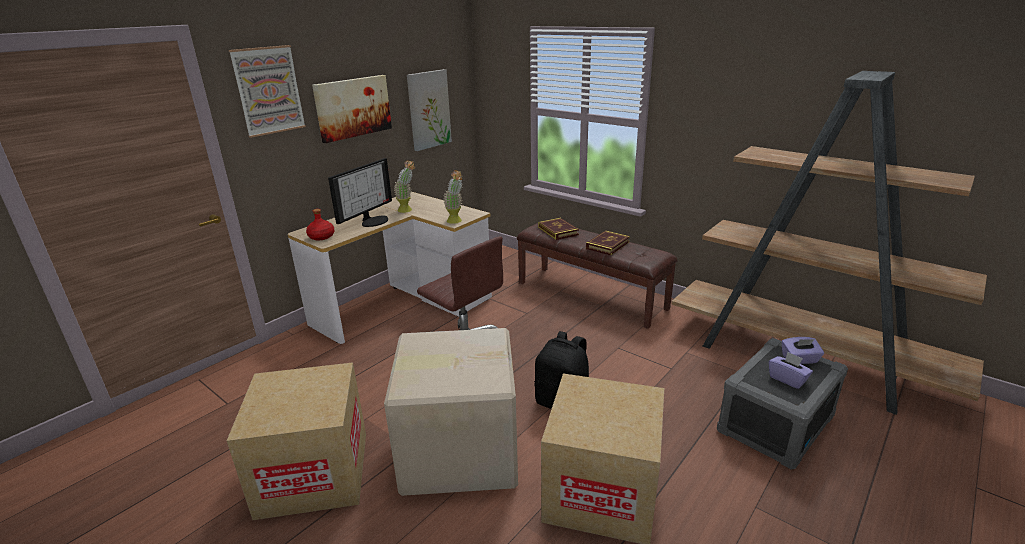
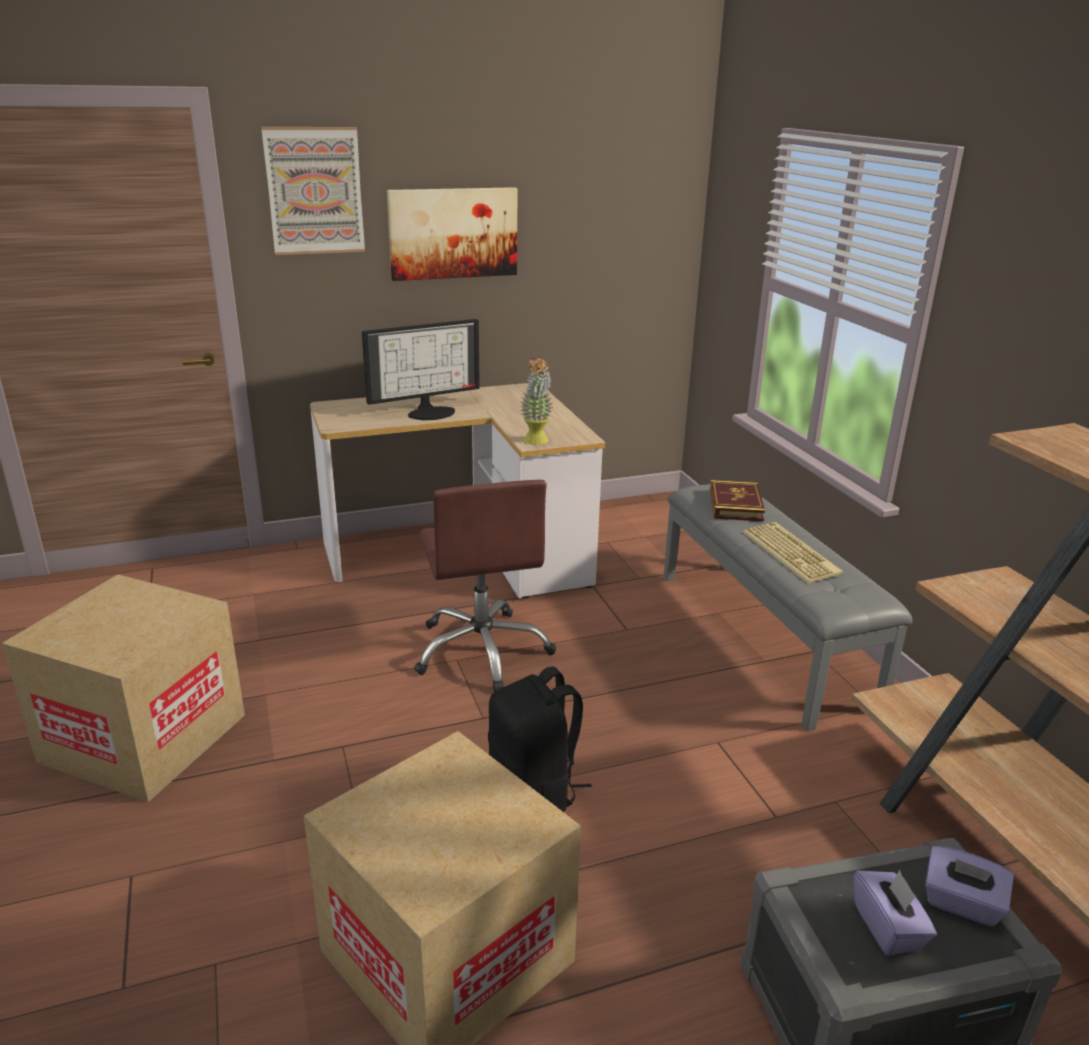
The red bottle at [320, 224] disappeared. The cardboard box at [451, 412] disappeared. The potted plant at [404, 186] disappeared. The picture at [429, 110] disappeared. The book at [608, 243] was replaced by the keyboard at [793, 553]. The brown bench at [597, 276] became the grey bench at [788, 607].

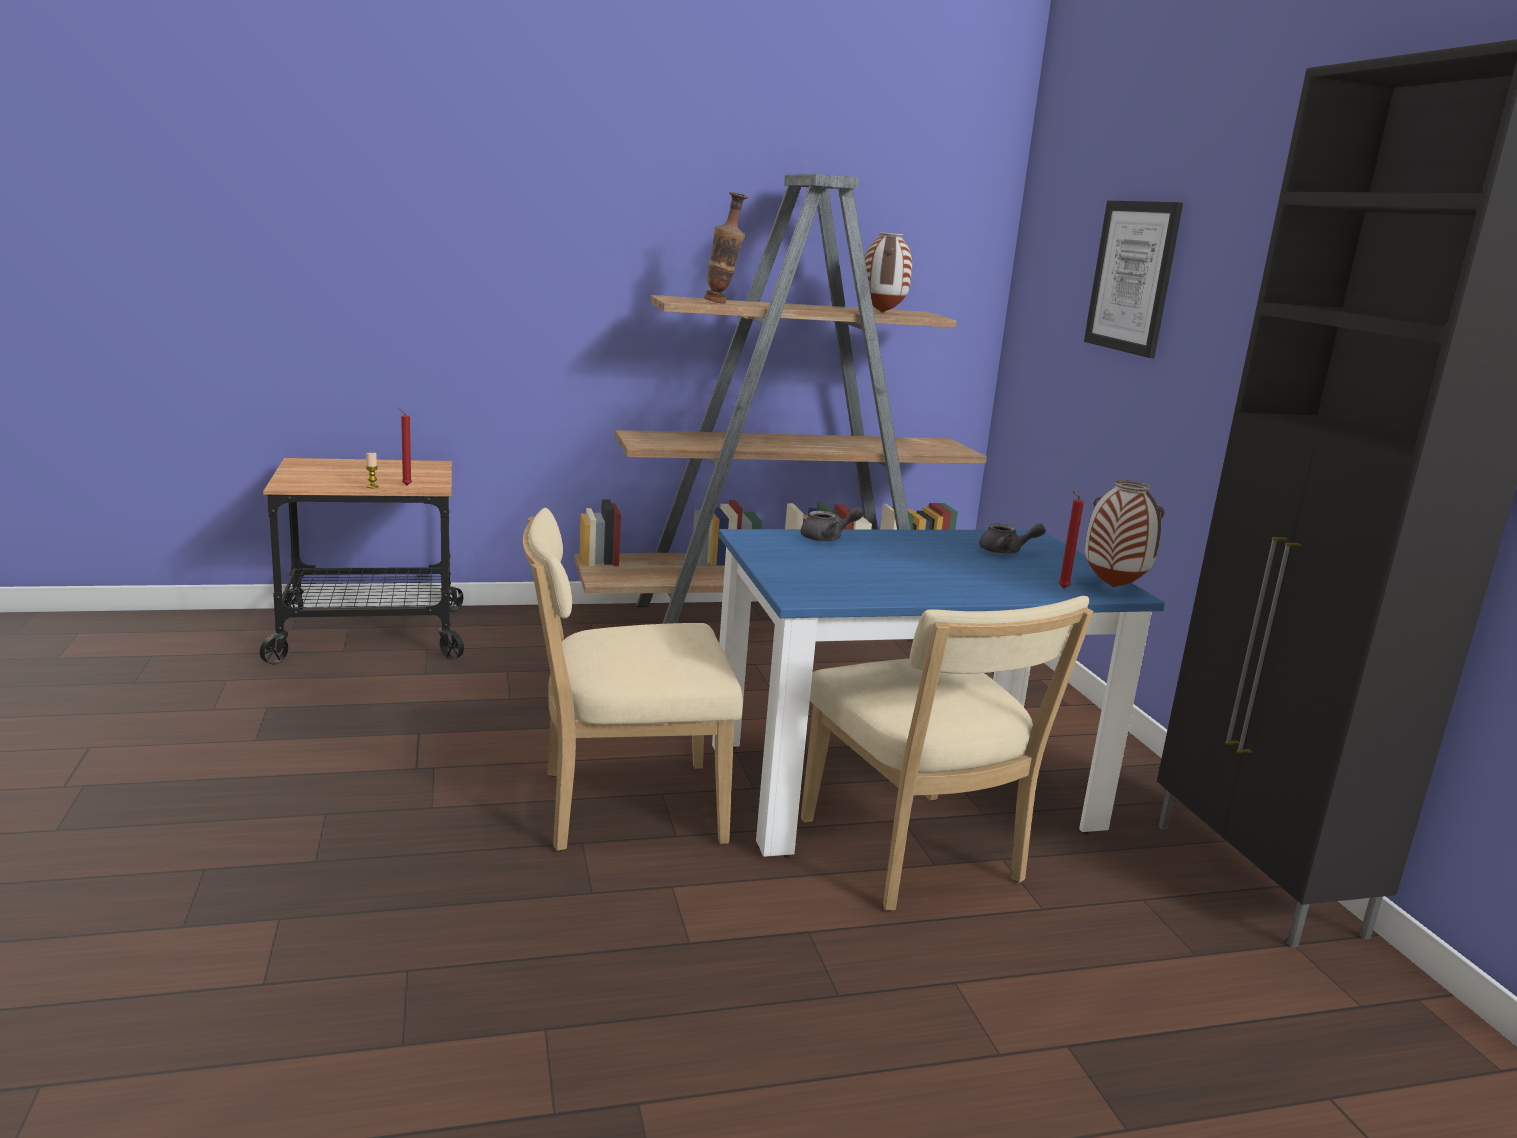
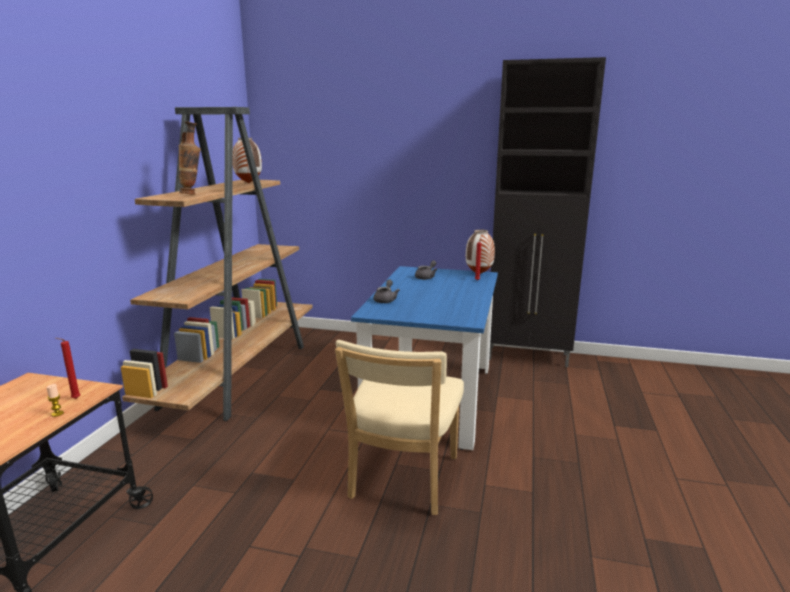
The beige chair at [947, 753] disappeared. The picture at [1133, 279] disappeared.

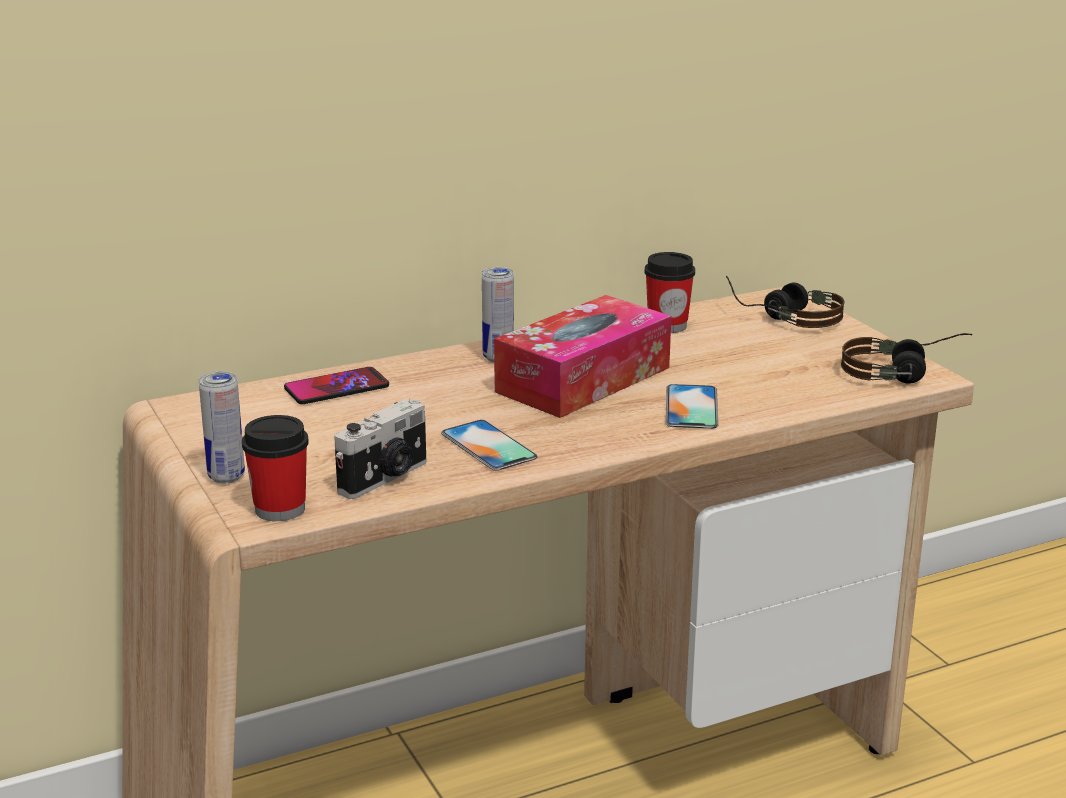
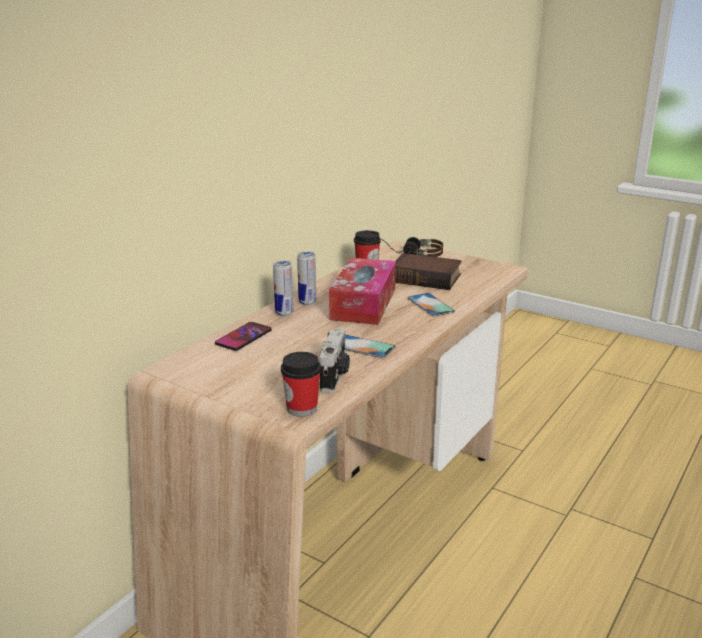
The headphones at [906, 358] disappeared. The book at [428, 271] appeared. The can moved from [222, 427] to [283, 288].

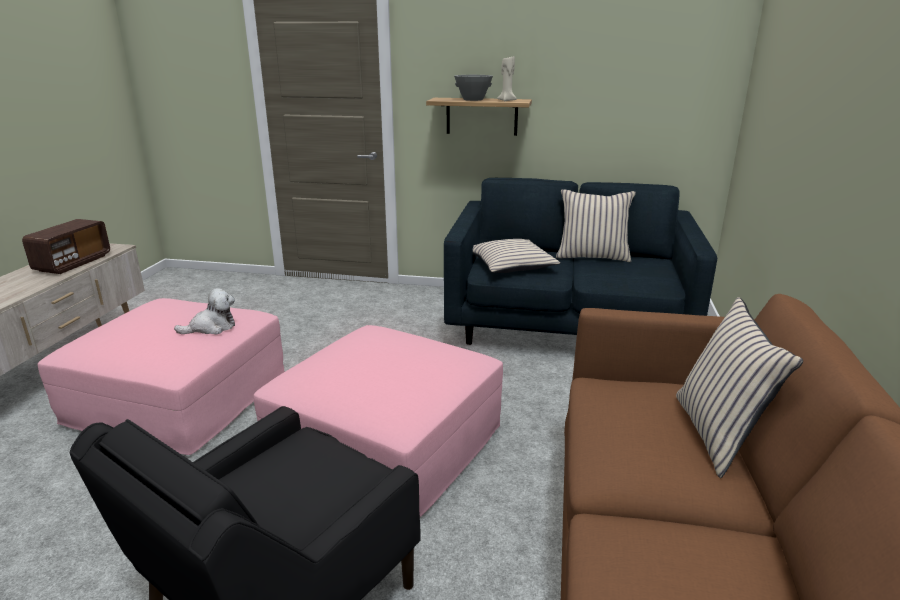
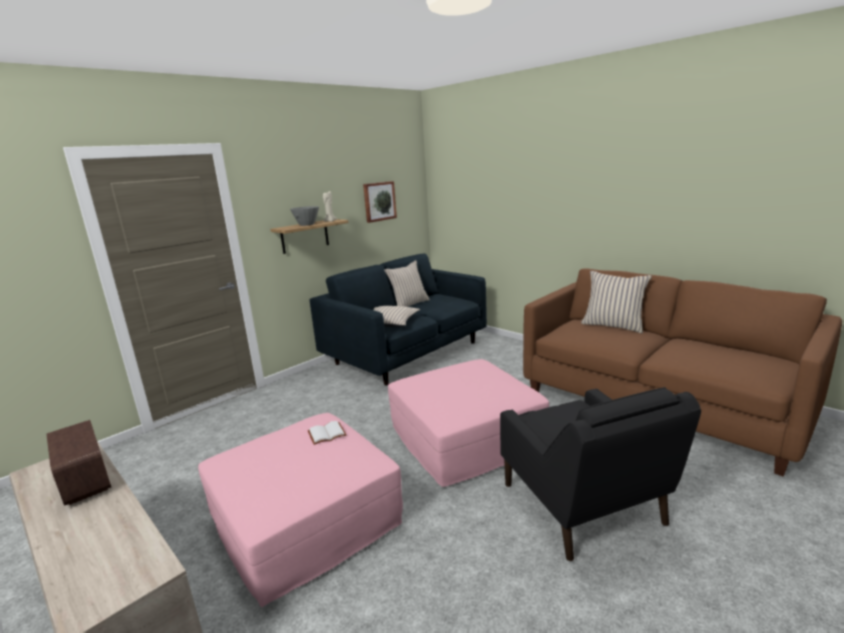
The picture at [380, 202] appeared. The plush toy at [204, 311] was replaced by the white book at [327, 433].

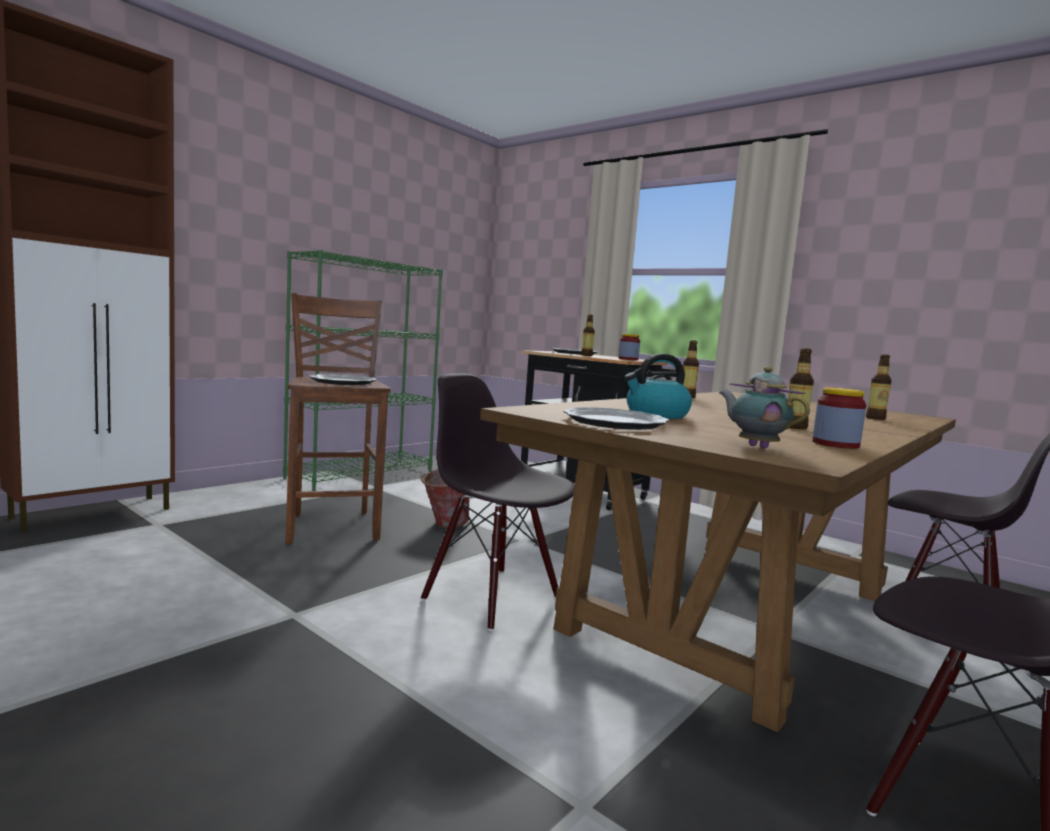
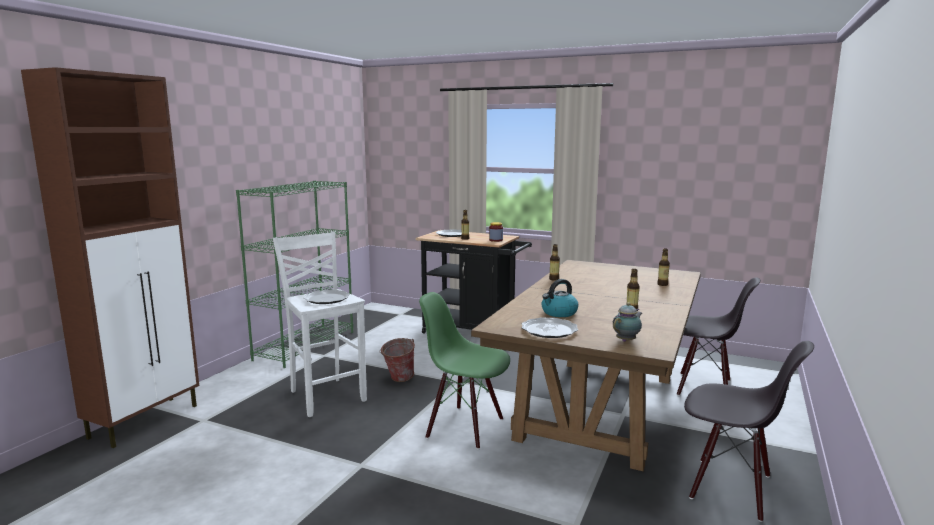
The jar at [839, 418] disappeared. The brown stool at [338, 419] became the white stool at [320, 324]. The black chair at [497, 502] became the green chair at [464, 370]. The teapot at [764, 407] turned 105 degrees clockwise.

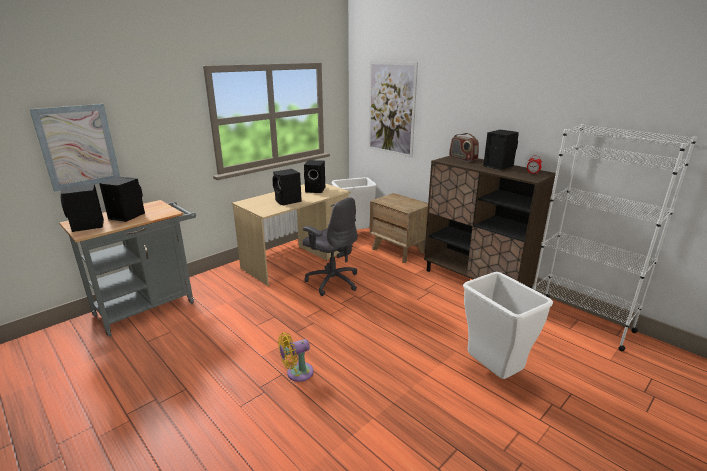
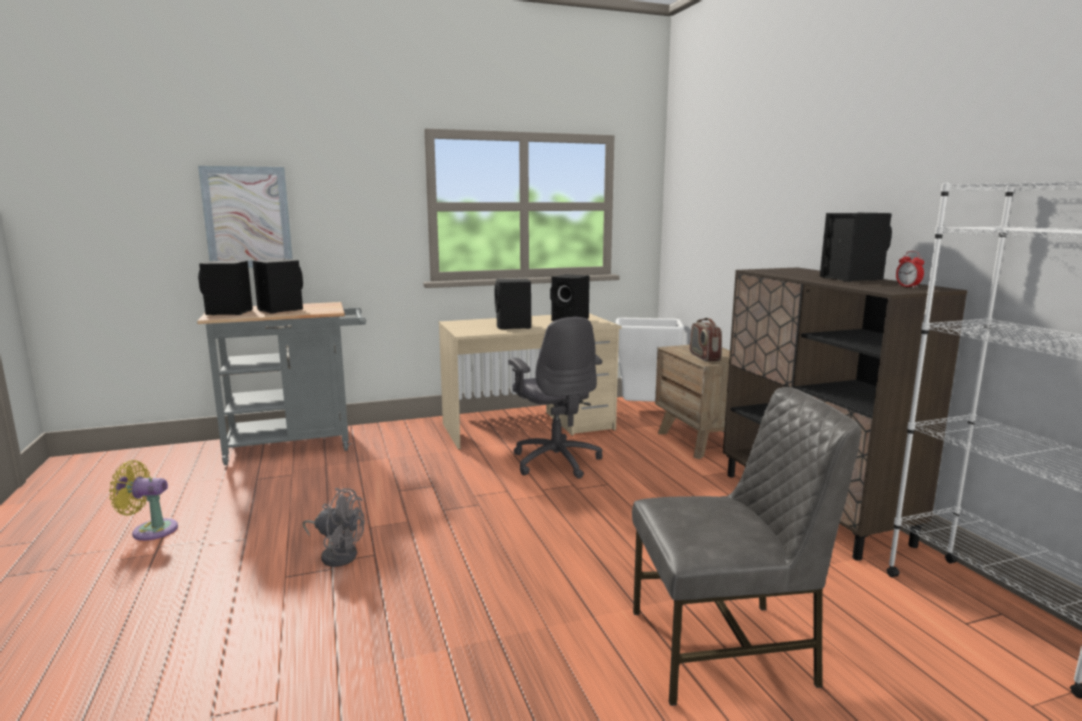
The picture at [393, 109] disappeared. The grey fan at [333, 527] appeared. The yellow fan moved from [296, 357] to [143, 500]. The radio moved from [464, 147] to [706, 339]. The white trash can at [508, 325] was replaced by the grey chair at [746, 546].

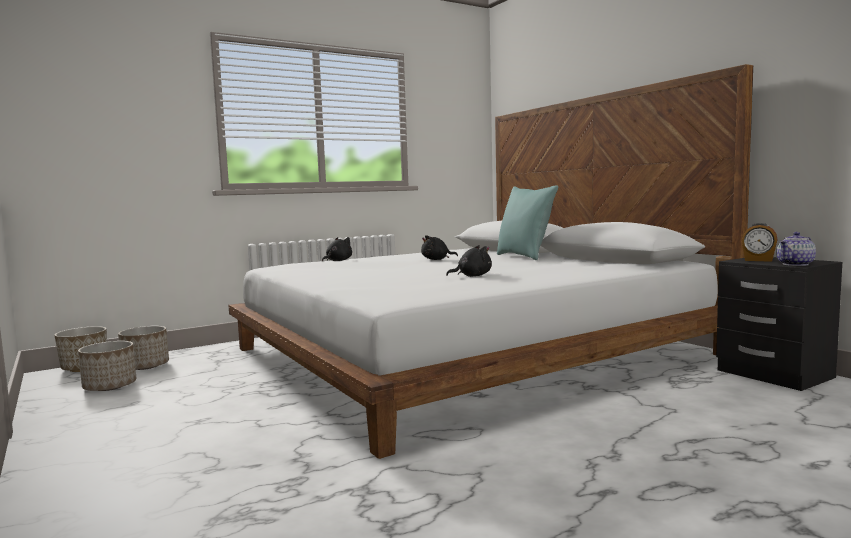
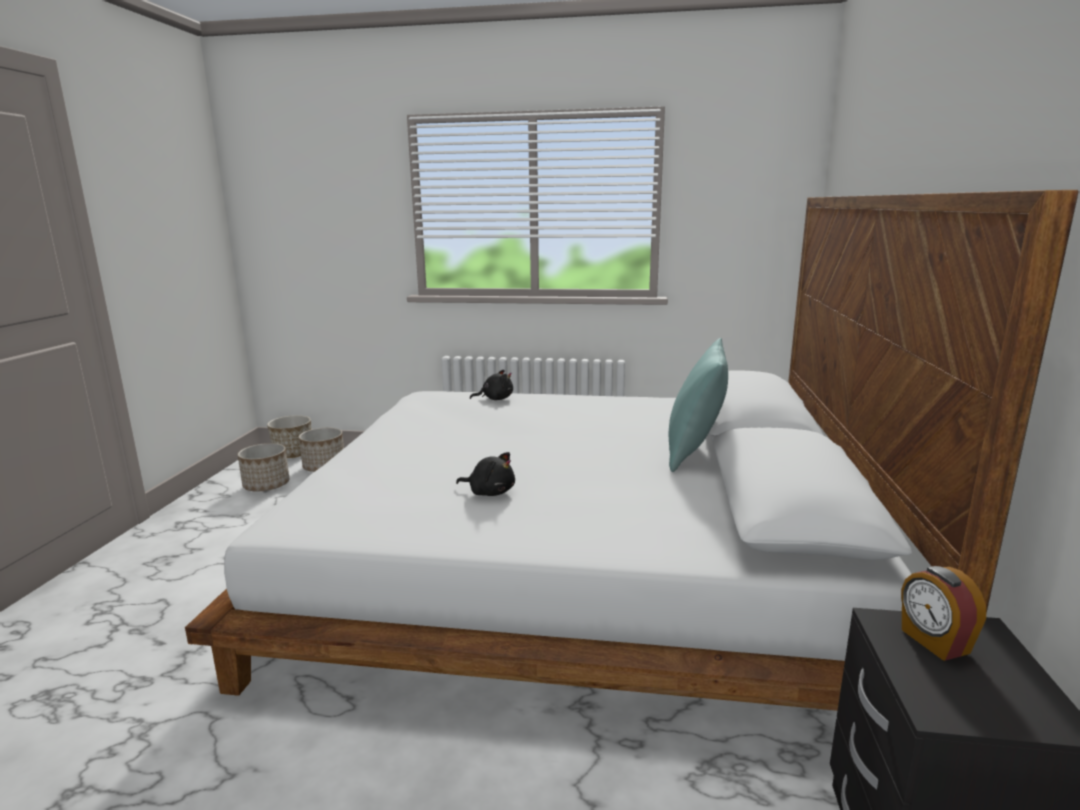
The black plush toy at [439, 247] disappeared. The teapot at [796, 249] disappeared.

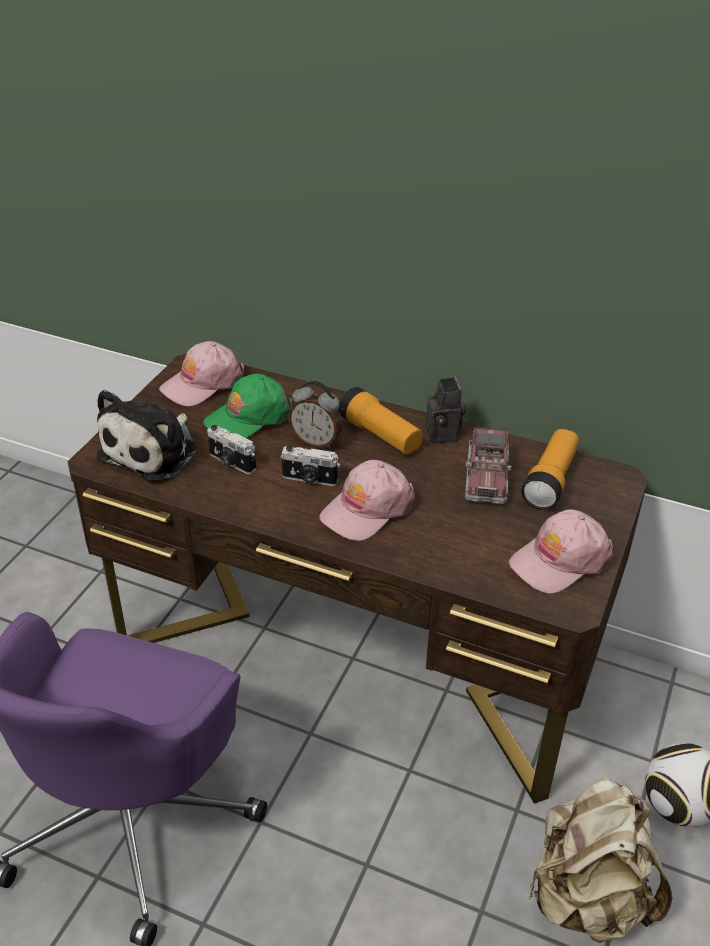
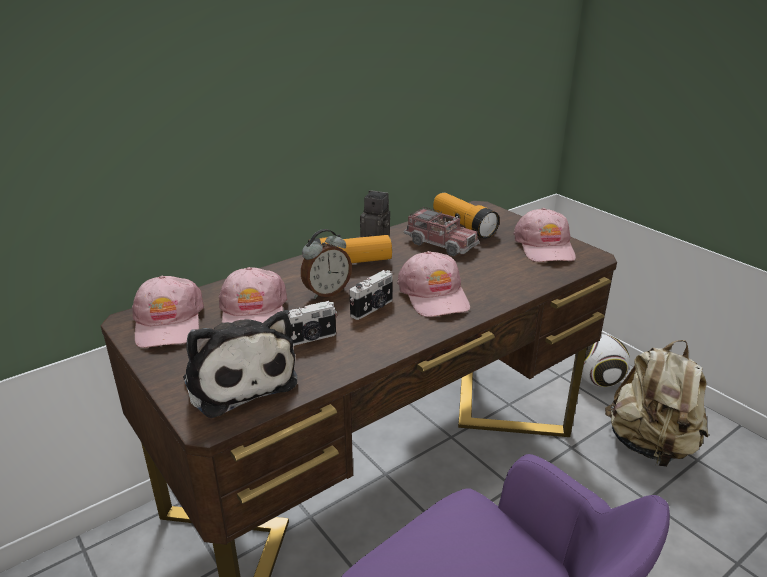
The green cap at [248, 406] became the pink cap at [252, 295].

